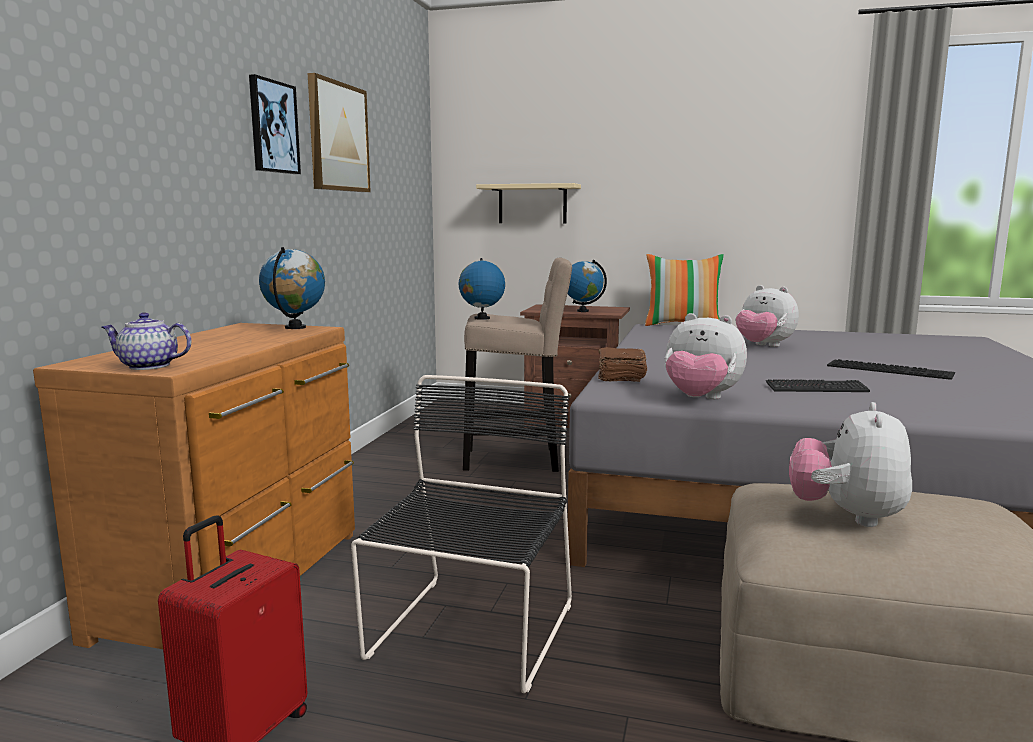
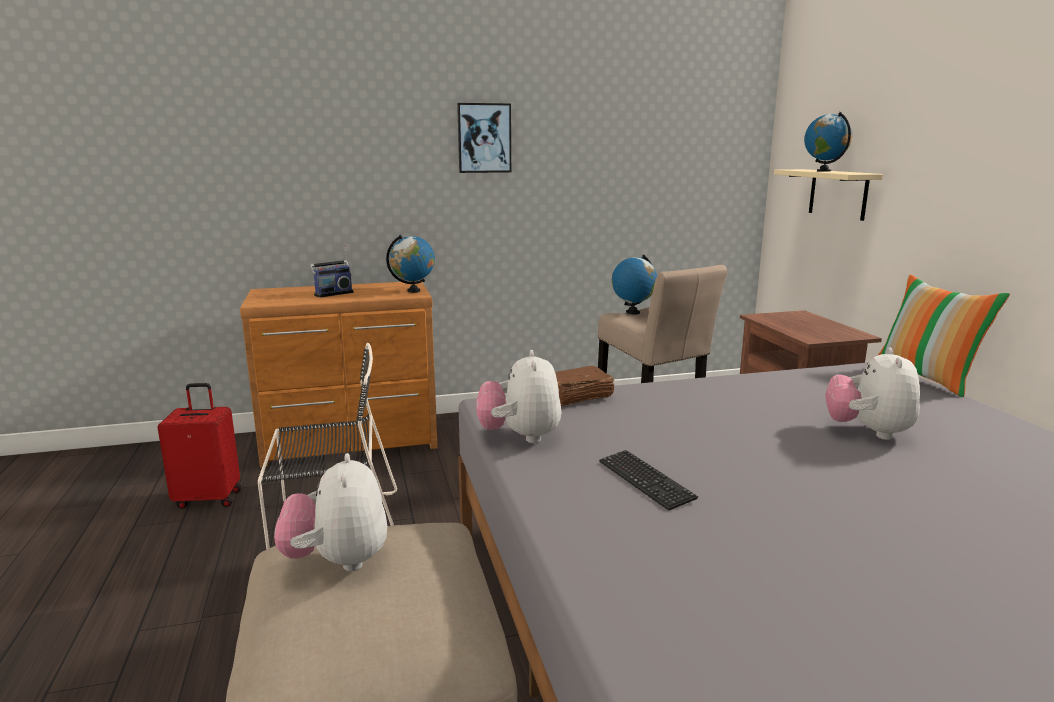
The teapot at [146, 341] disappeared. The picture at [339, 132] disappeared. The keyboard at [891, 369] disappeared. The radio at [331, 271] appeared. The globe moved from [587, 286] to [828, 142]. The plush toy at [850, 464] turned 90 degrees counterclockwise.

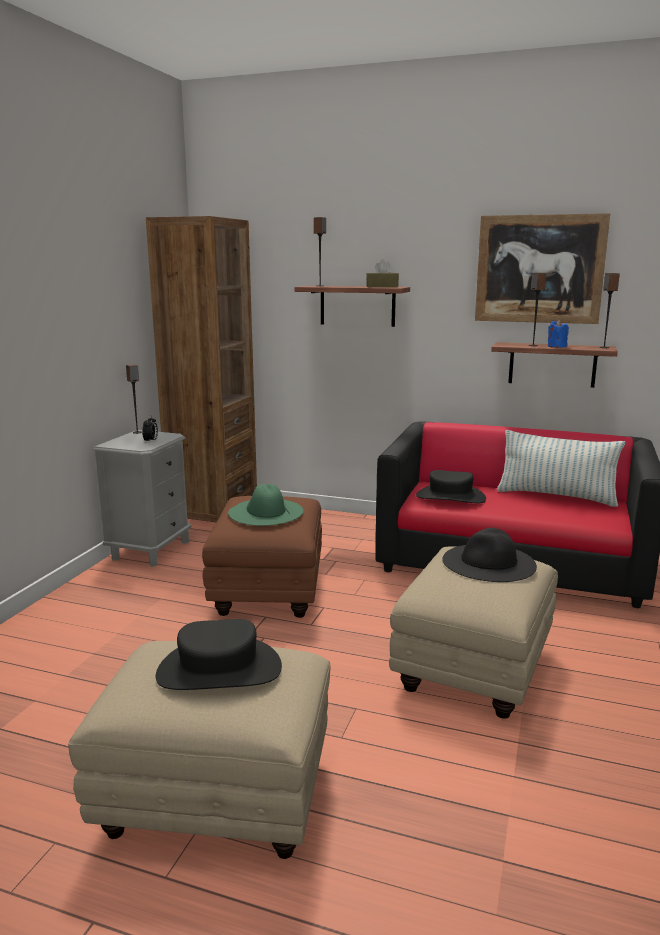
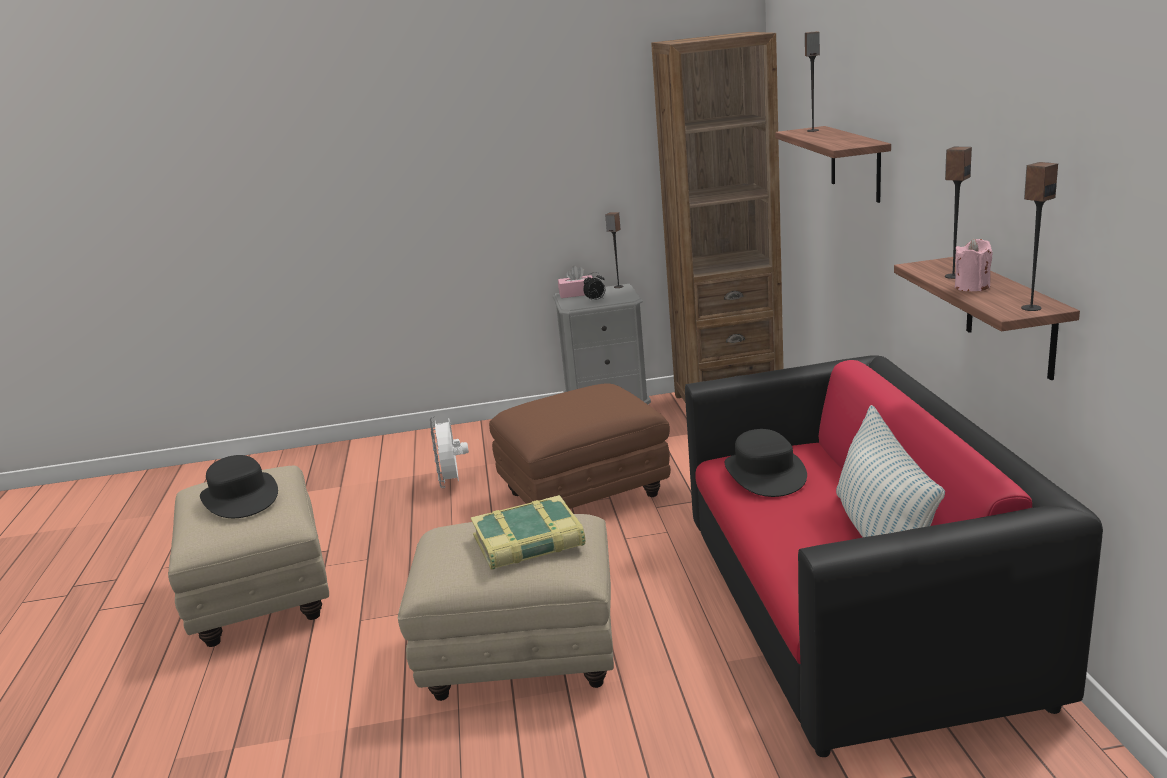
The green hat at [265, 505] disappeared. The brown tissue box at [382, 273] disappeared. The picture at [542, 268] disappeared. The white fan at [449, 452] appeared. The pink tissue box at [575, 282] appeared. The black hat at [489, 555] was replaced by the book at [528, 532]. The blue candle at [558, 334] became the pink candle at [974, 265].

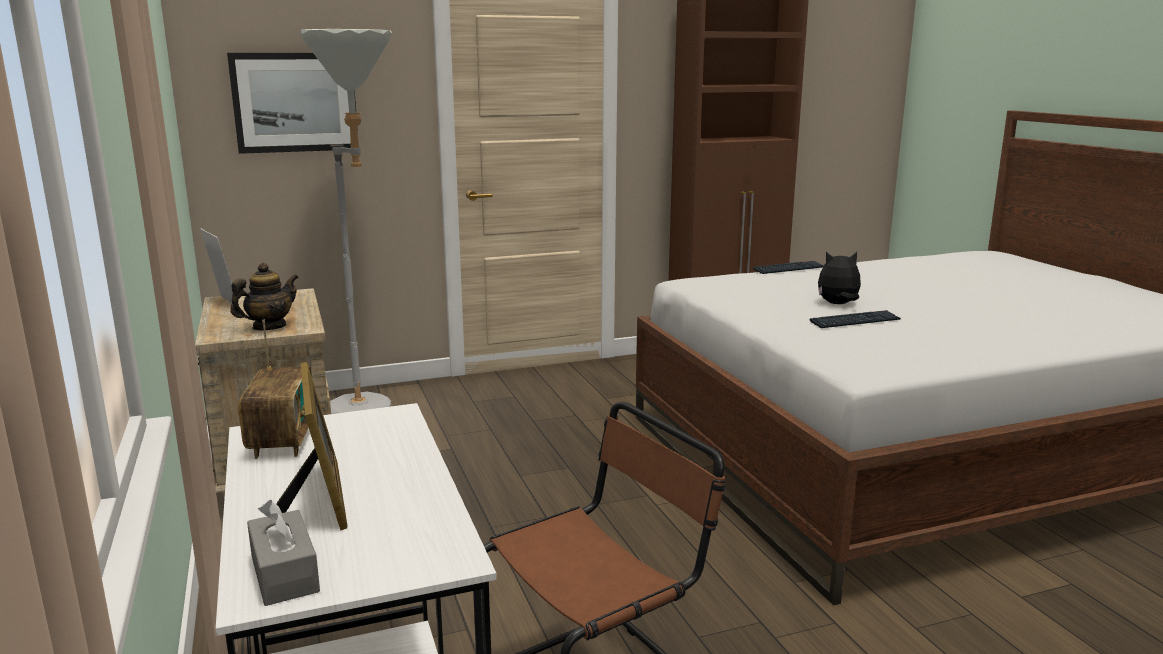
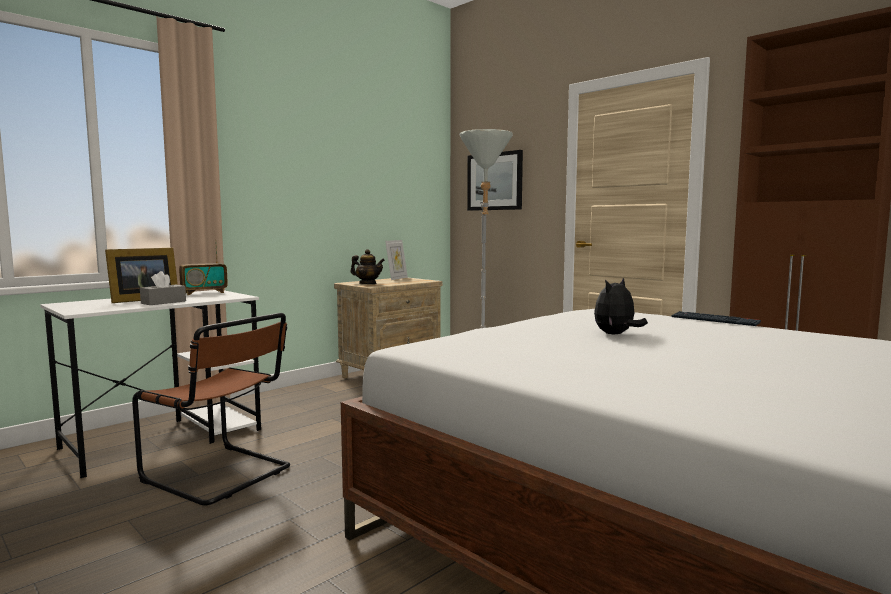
The keyboard at [855, 319] disappeared. The grey tissue box moved from [283, 553] to [163, 288]. The plush toy at [839, 278] turned 105 degrees counterclockwise.

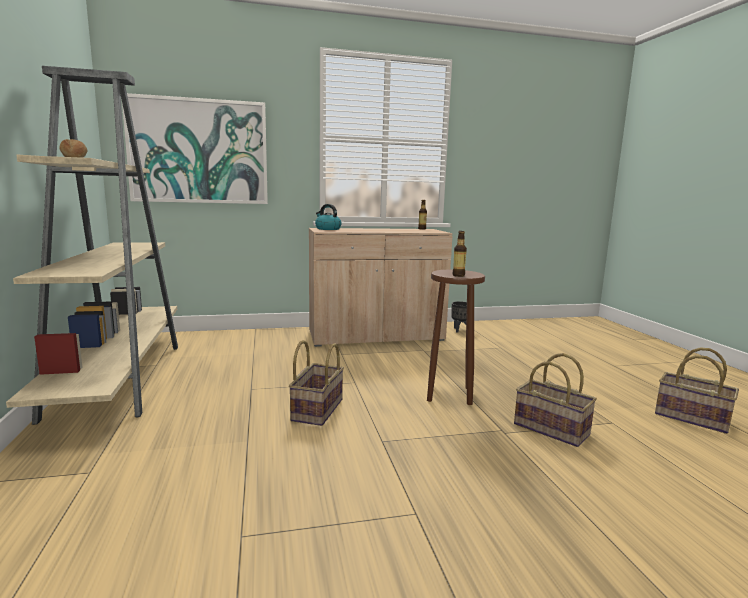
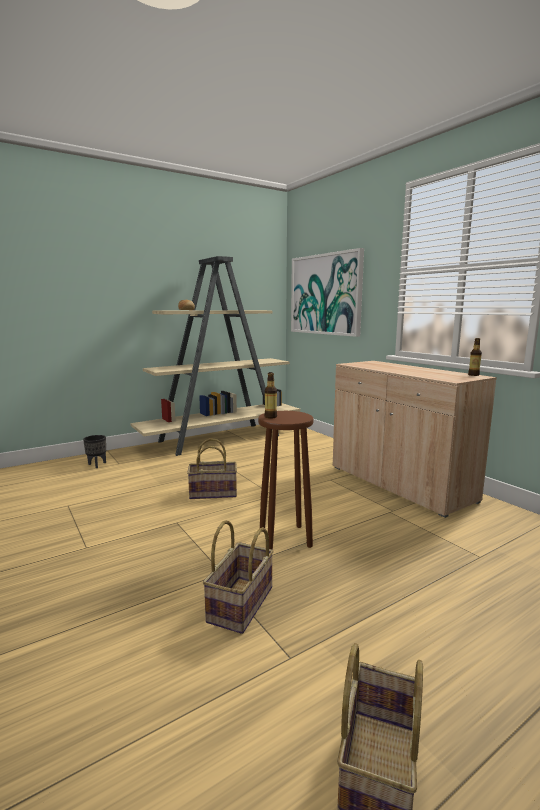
The kettle at [328, 217] disappeared. The black planter moved from [459, 317] to [94, 451].

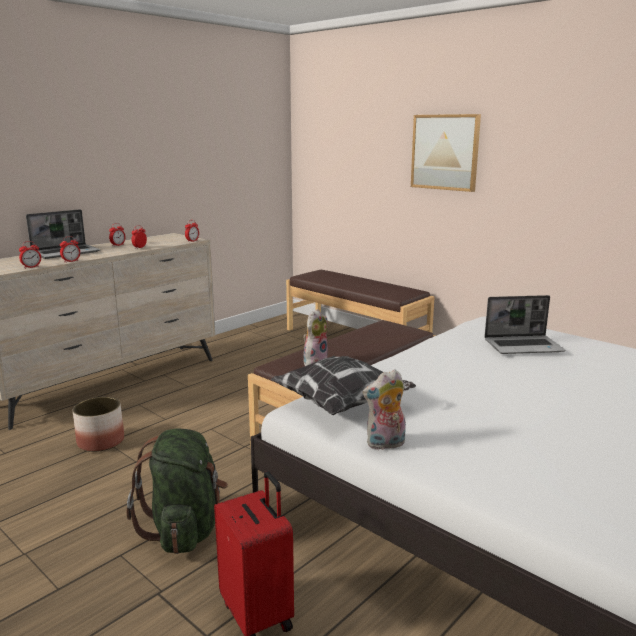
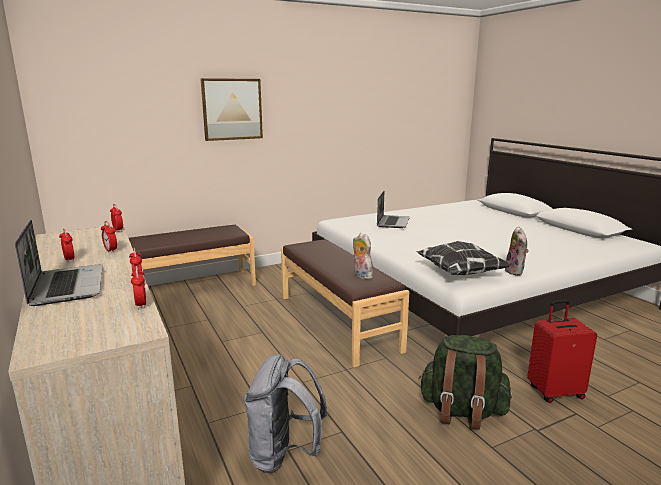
The planter at [98, 424] was replaced by the grey backpack at [285, 413].

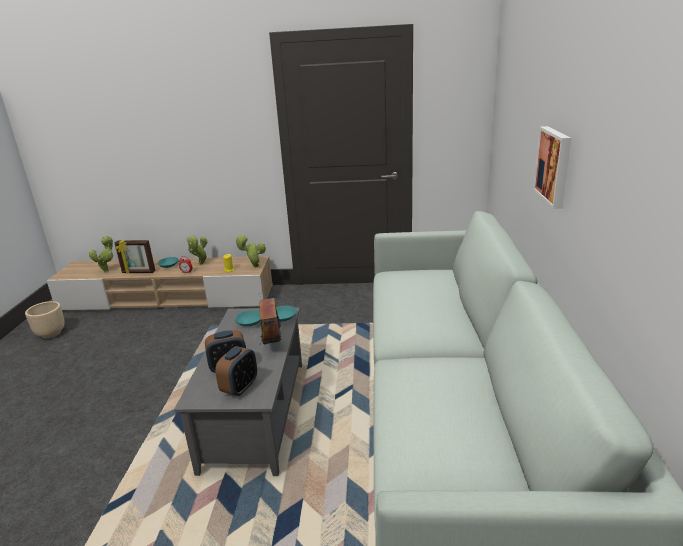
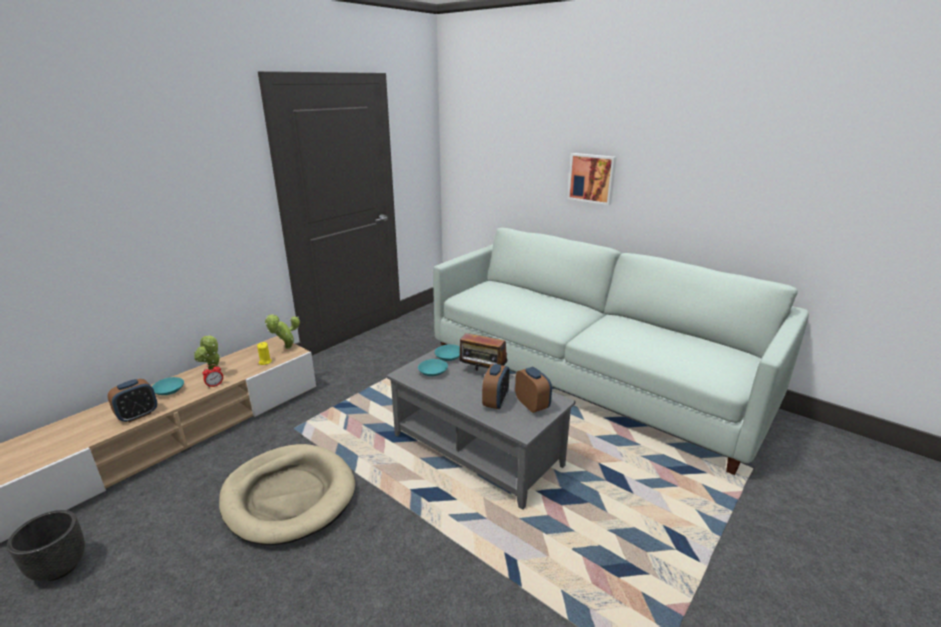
The potted plant at [101, 254] disappeared. The beige dog bed at [287, 494] appeared. The picture frame at [135, 257] was replaced by the alarm clock at [132, 401]. The beige planter at [44, 320] became the black planter at [46, 545].

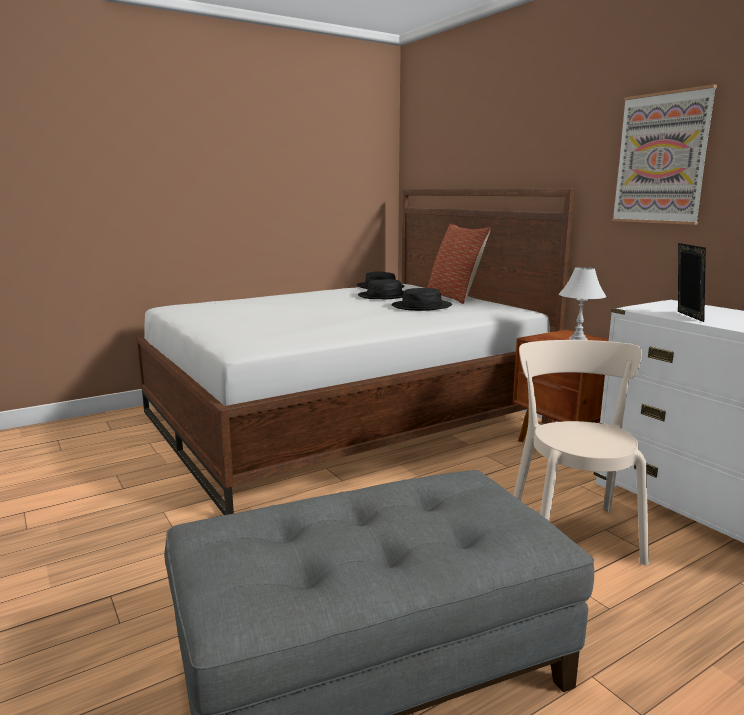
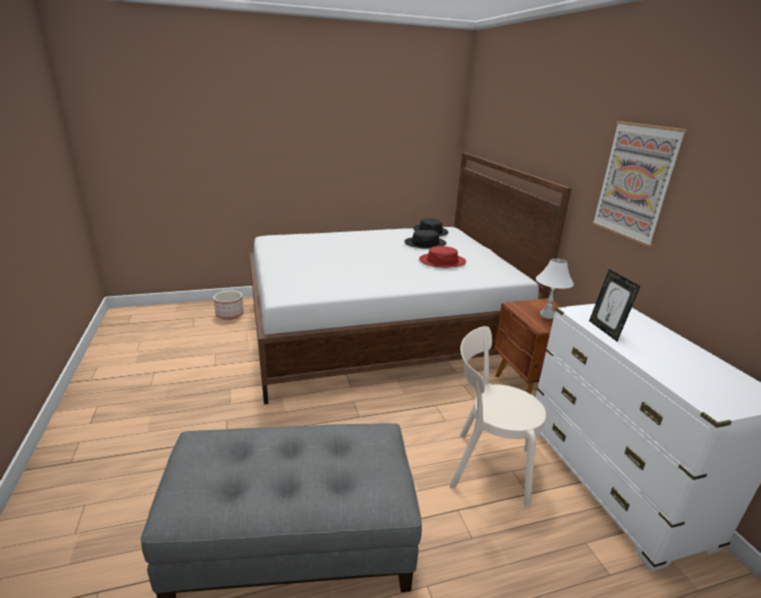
The pillow at [459, 264] disappeared. The planter at [228, 305] appeared. The black hat at [421, 299] became the red hat at [442, 257]. The beige chair at [581, 452] turned 90 degrees counterclockwise. The picture frame at [692, 282] turned 150 degrees clockwise.

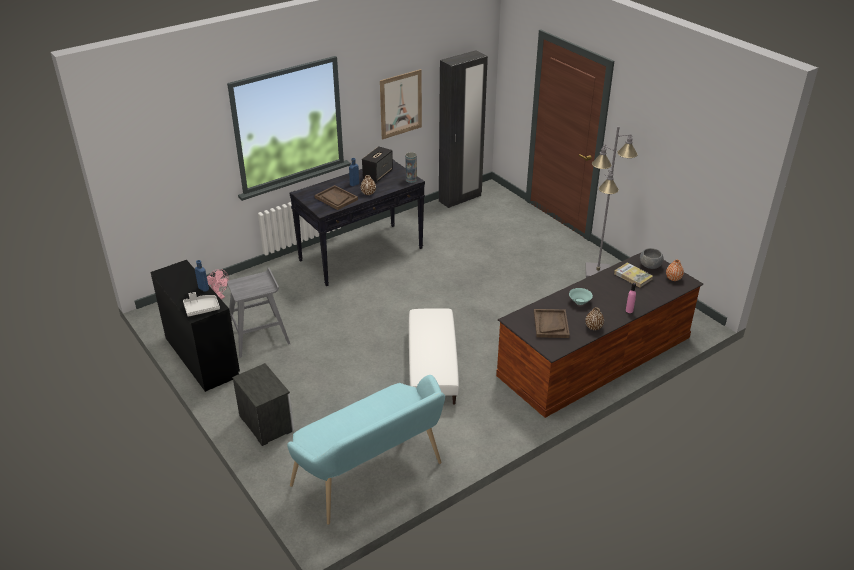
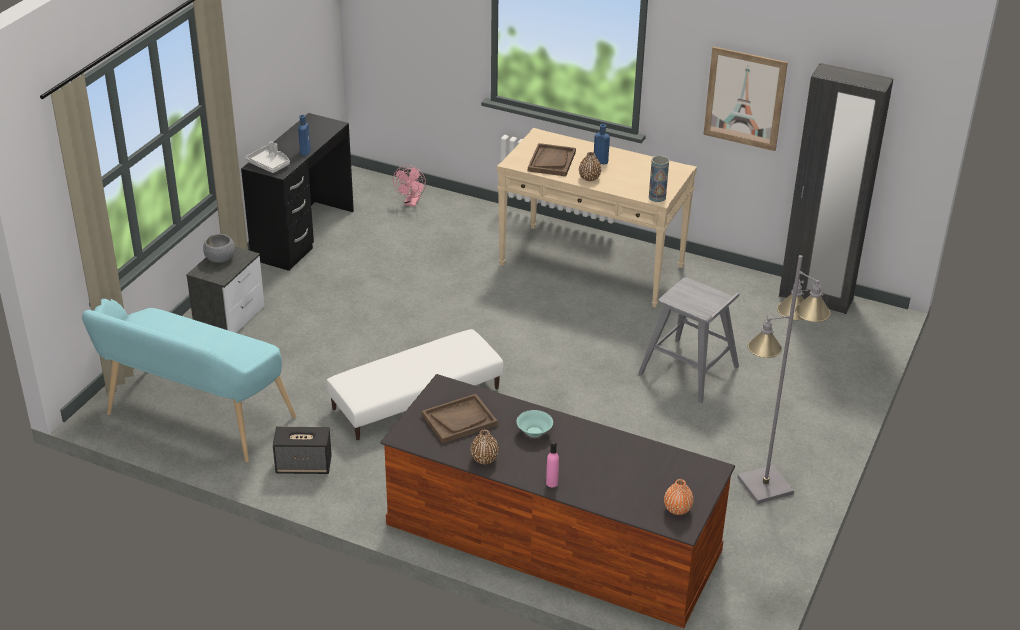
The book at [633, 275] disappeared. The grey stool moved from [258, 313] to [689, 340]. The speaker moved from [377, 164] to [302, 450]. The grey bowl moved from [652, 258] to [219, 248]. The black console table at [357, 223] became the beige console table at [597, 218].

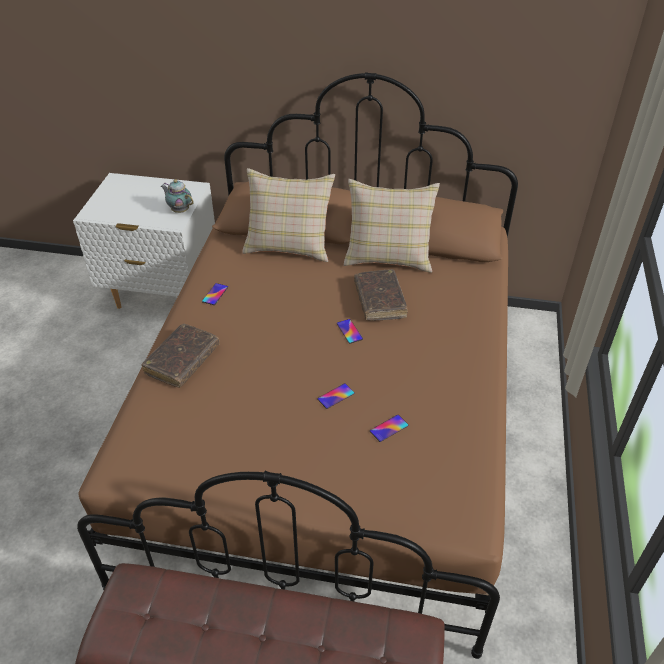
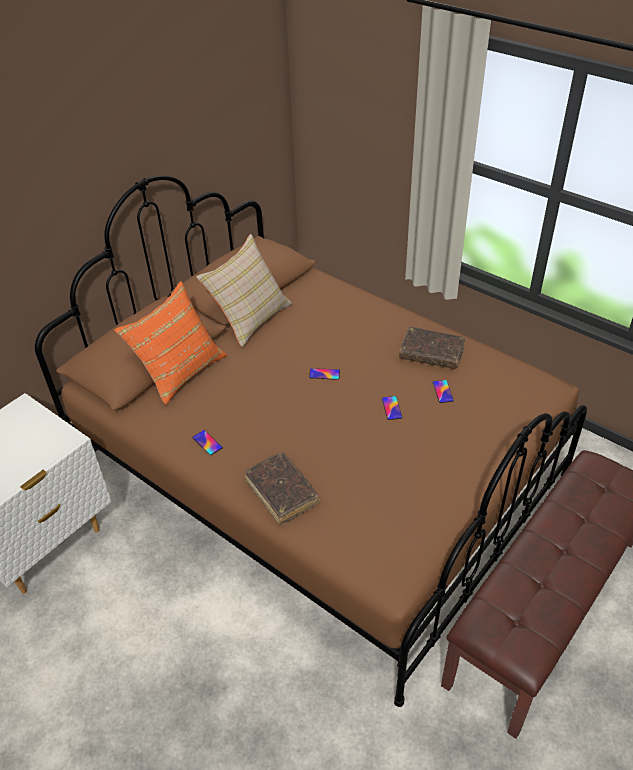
The teapot at [177, 196] disappeared. The brown book moved from [381, 295] to [432, 348]. The beige pillow at [288, 215] became the orange pillow at [170, 343].

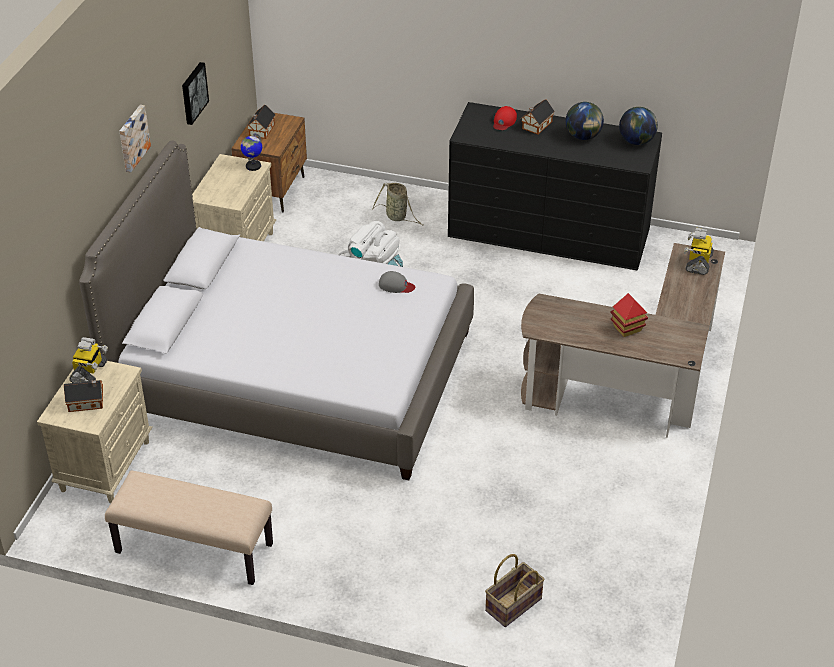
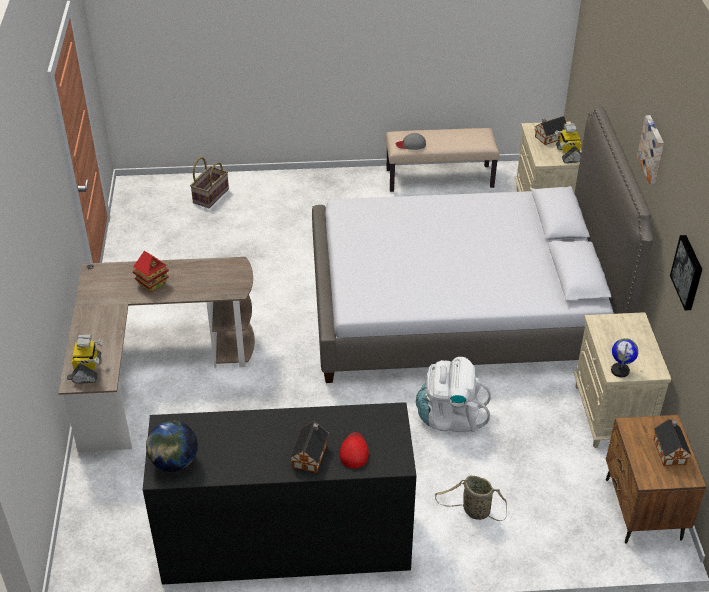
The globe at [585, 121] disappeared. The grey cap moved from [397, 282] to [411, 141].

